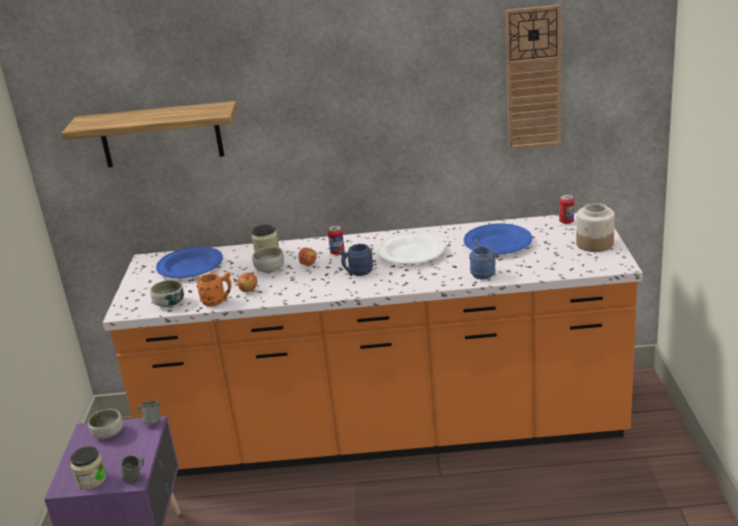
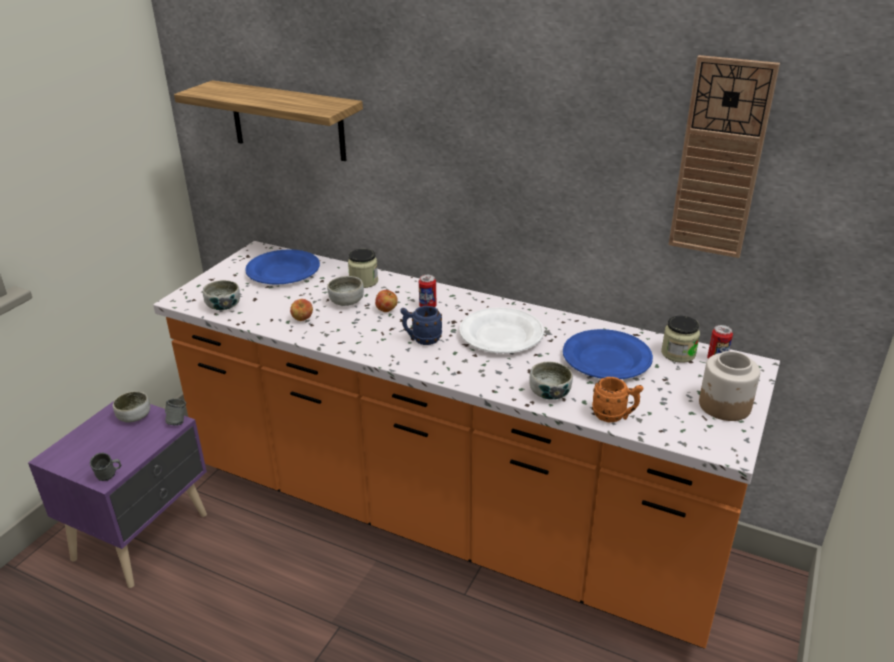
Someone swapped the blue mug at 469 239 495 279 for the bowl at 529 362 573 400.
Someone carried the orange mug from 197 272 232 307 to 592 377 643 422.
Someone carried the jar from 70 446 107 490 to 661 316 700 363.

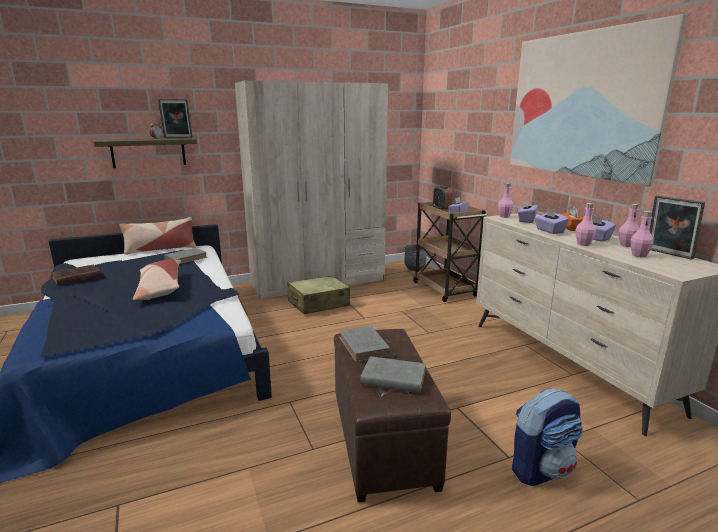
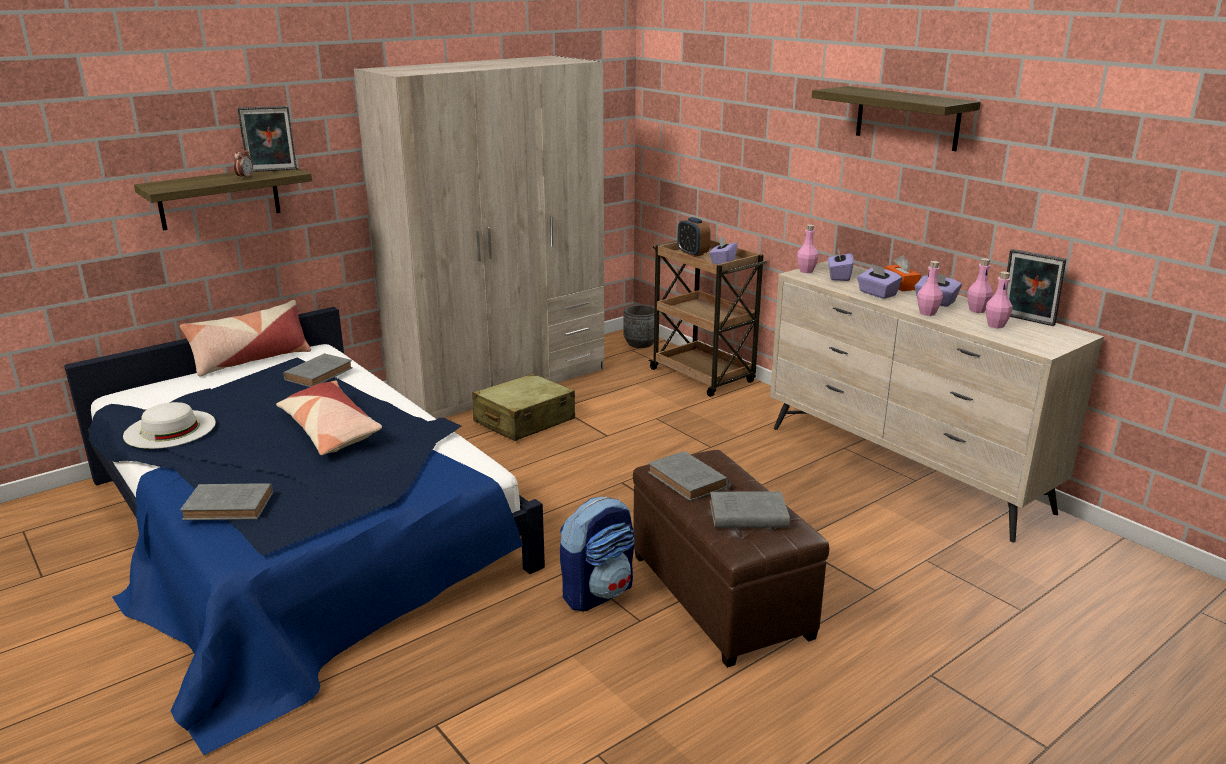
Someone swapped the picture at 510 14 687 186 for the shelf at 812 86 981 151.
Someone swapped the brown book at 51 264 101 285 for the white hat at 123 402 216 449.
Someone carried the backpack from 512 388 583 486 to 560 497 635 611.
Someone put down the grey book at 180 483 273 520.

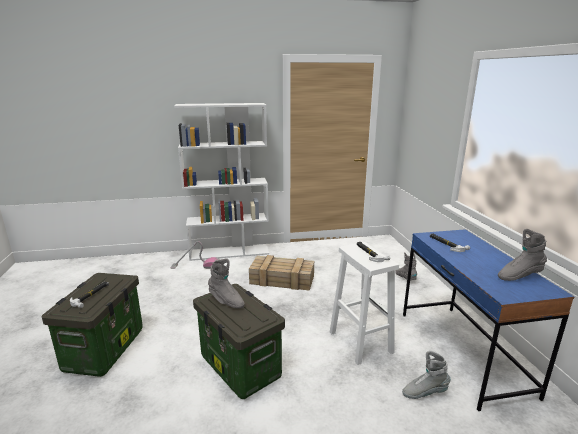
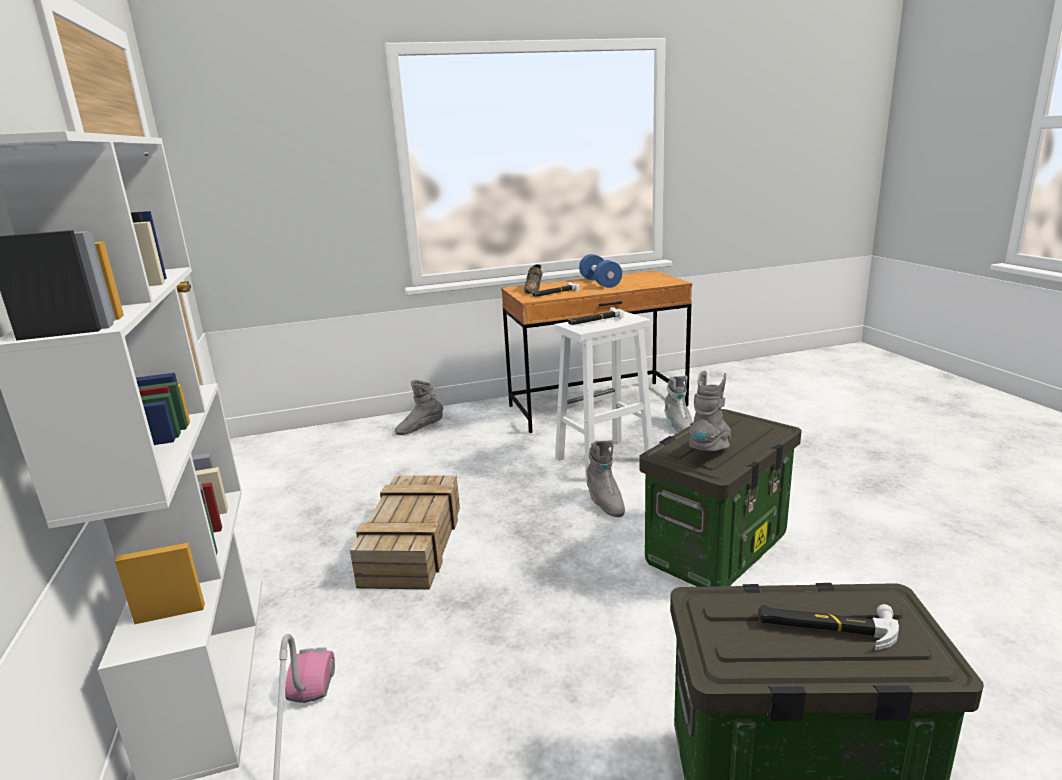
Someone repainted the blue desk at 403 229 574 411, which became the brown desk at 501 271 692 433.
Someone carried the grey boot from 498 229 547 281 to 587 440 625 517.
Someone put down the blue dumbbell at 579 254 622 288.
Someone put down the brown shoe at 524 264 543 294.

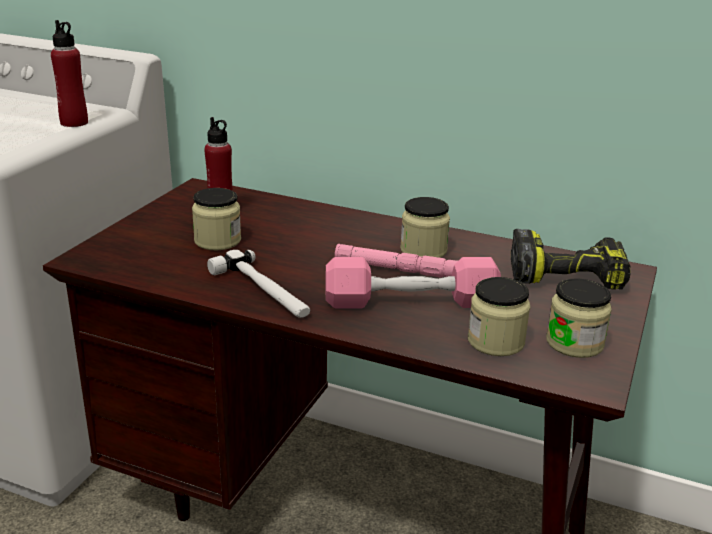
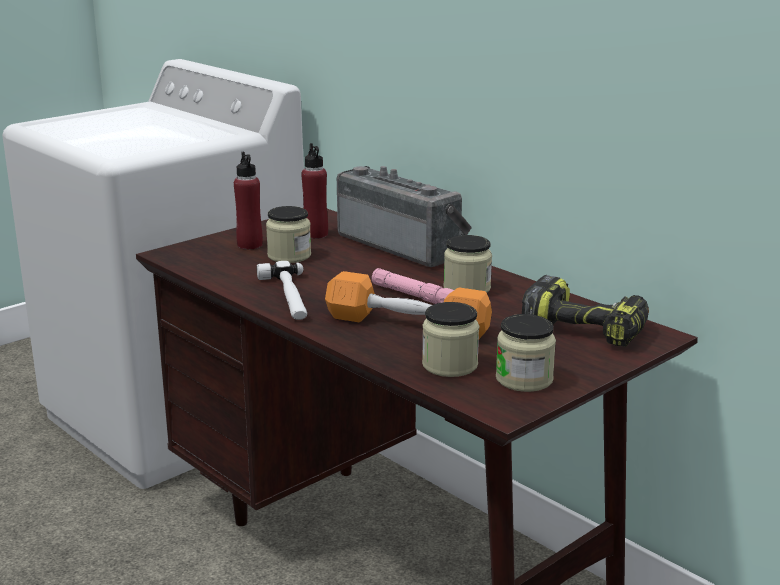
Someone carried the red bottle from 51 20 88 127 to 234 152 263 249.
Someone repainted the pink dumbbell at 326 257 501 308, which became the orange dumbbell at 325 271 492 339.
Someone put down the radio at 337 166 472 267.

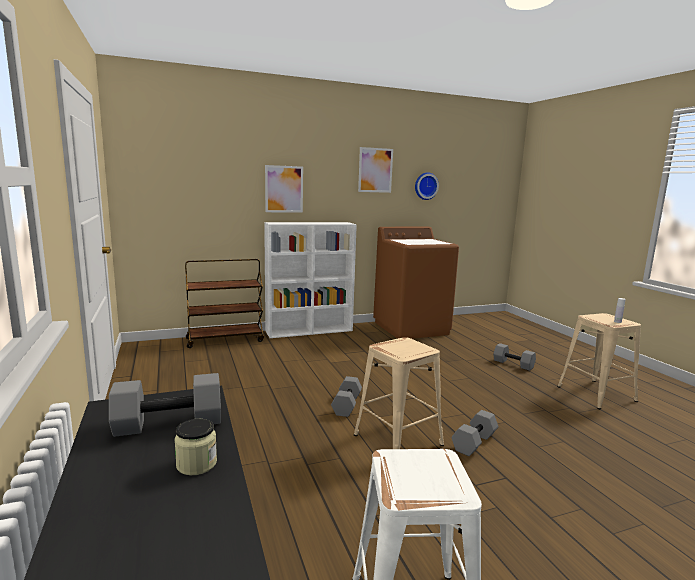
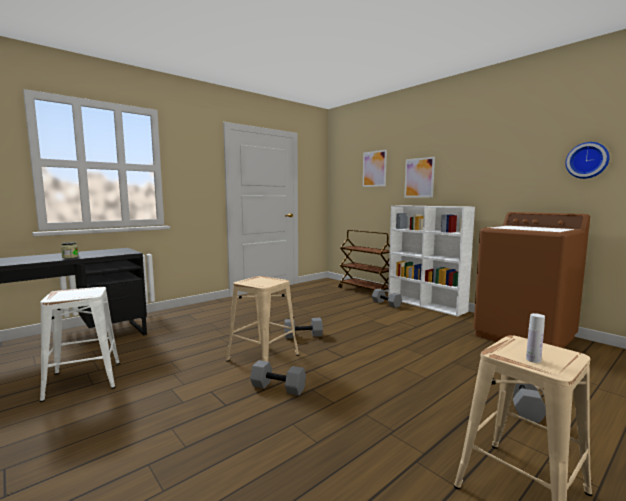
Someone carried the picture from 358 147 393 193 to 363 150 387 187.
Someone carried the grey dumbbell from 109 373 221 437 to 372 289 402 308.

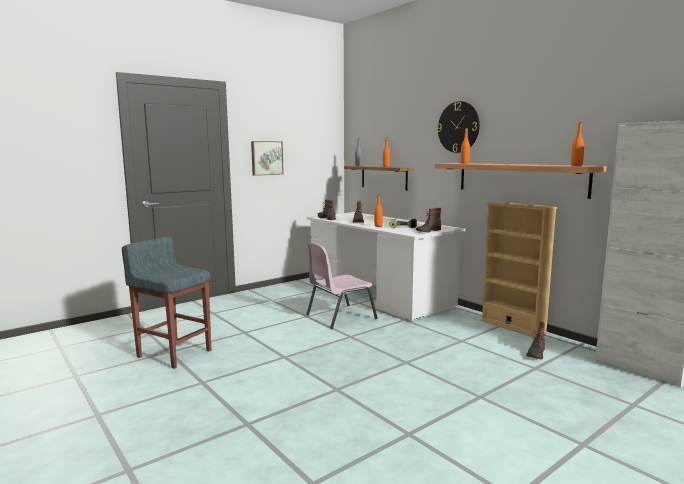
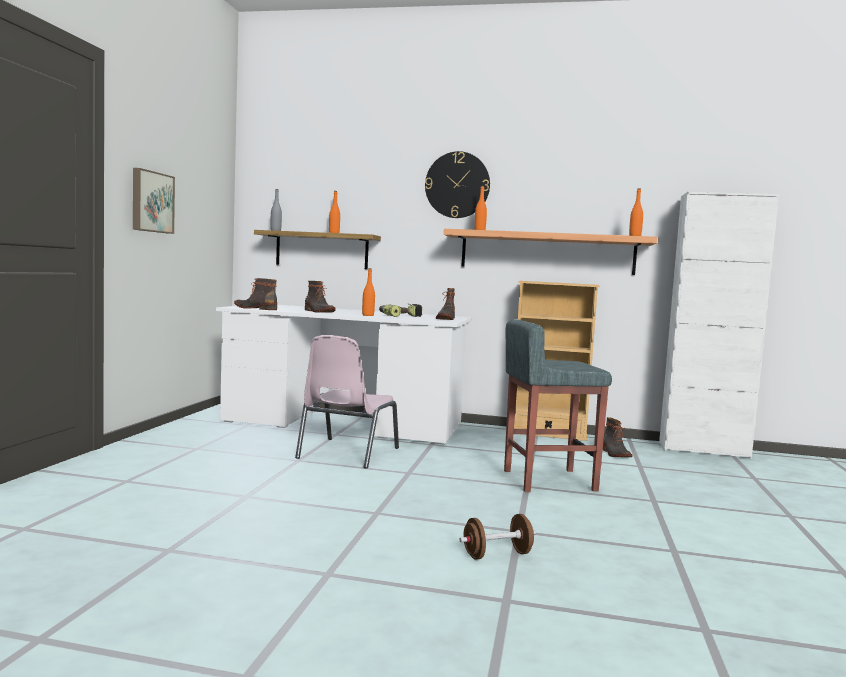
Someone carried the grey stool from 122 237 211 369 to 504 319 612 492.
Someone put down the brown dumbbell at 459 514 536 560.

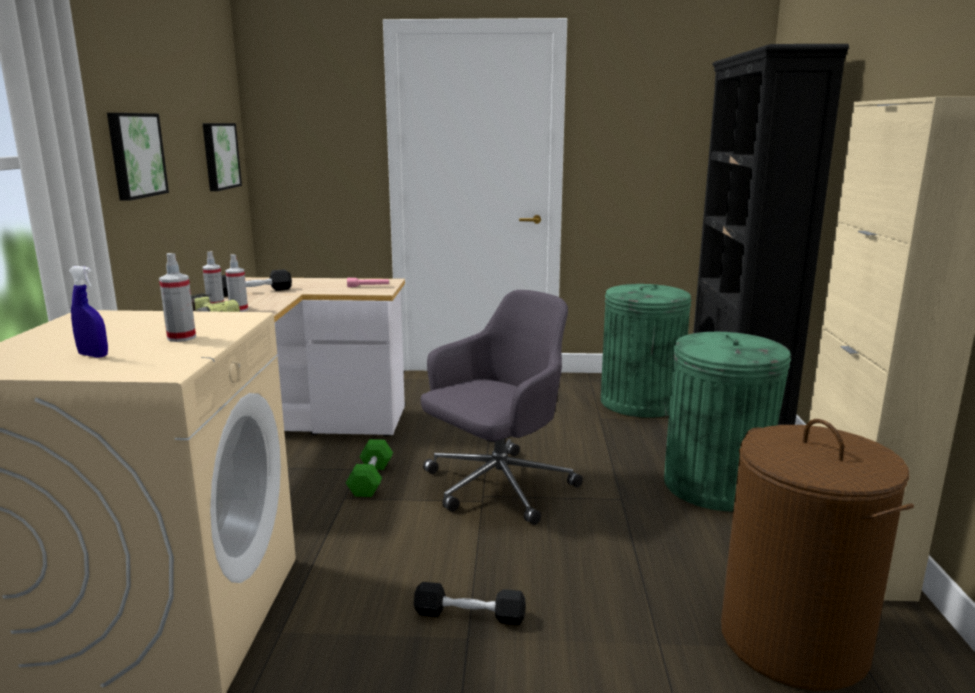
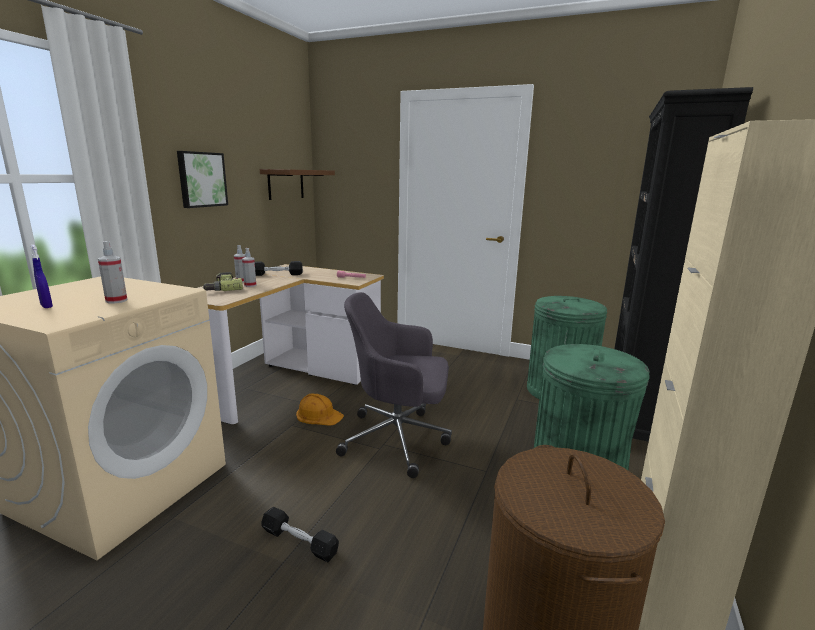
Someone swapped the picture at 202 123 242 191 for the brown shelf at 260 169 335 200.
Someone rotated the grey office chair at 420 290 583 525 by 150 degrees counterclockwise.
Someone swapped the green dumbbell at 346 439 393 497 for the orange hard hat at 296 393 344 426.

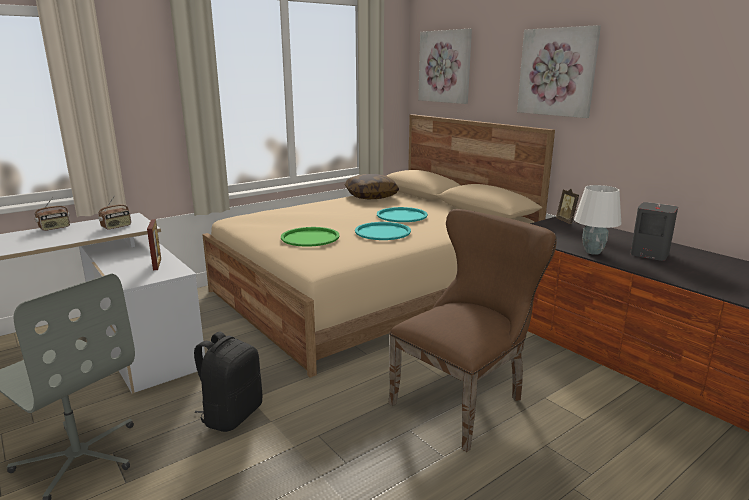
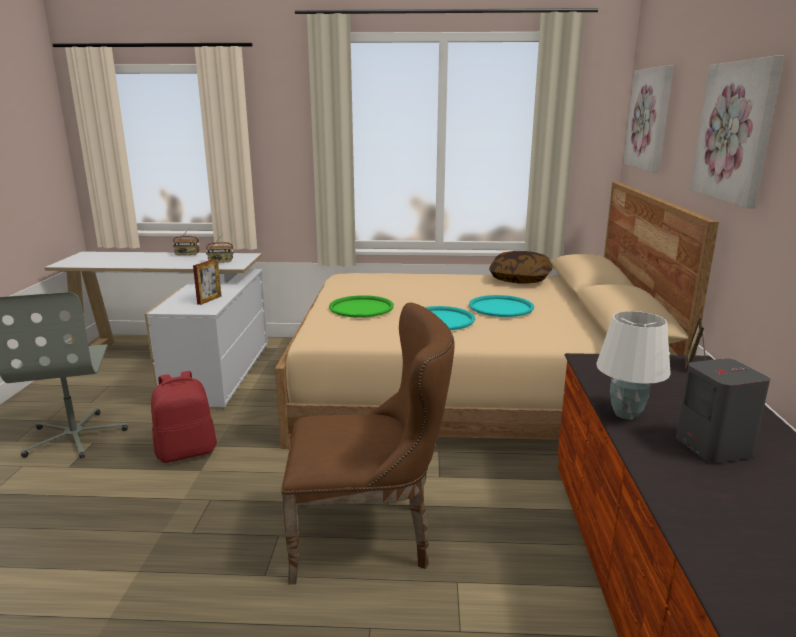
Someone repainted the black backpack at 194 332 262 432, which became the red backpack at 151 371 217 463.

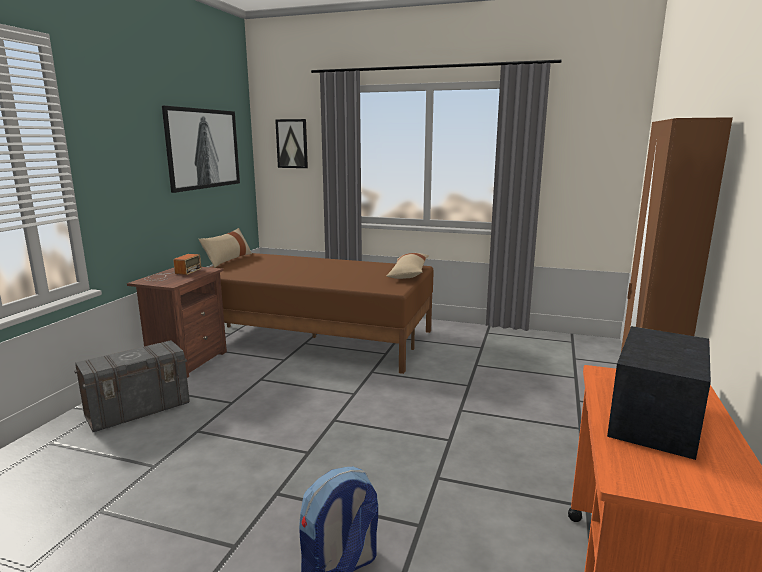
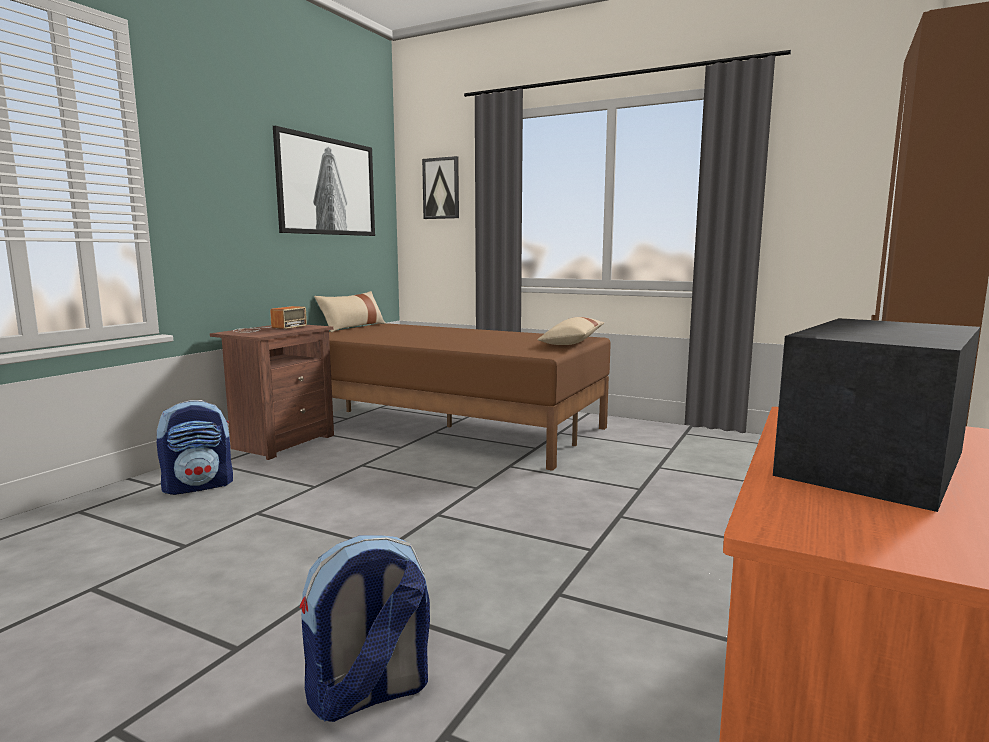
Someone swapped the grey storage box at 74 340 190 432 for the backpack at 156 400 233 495.

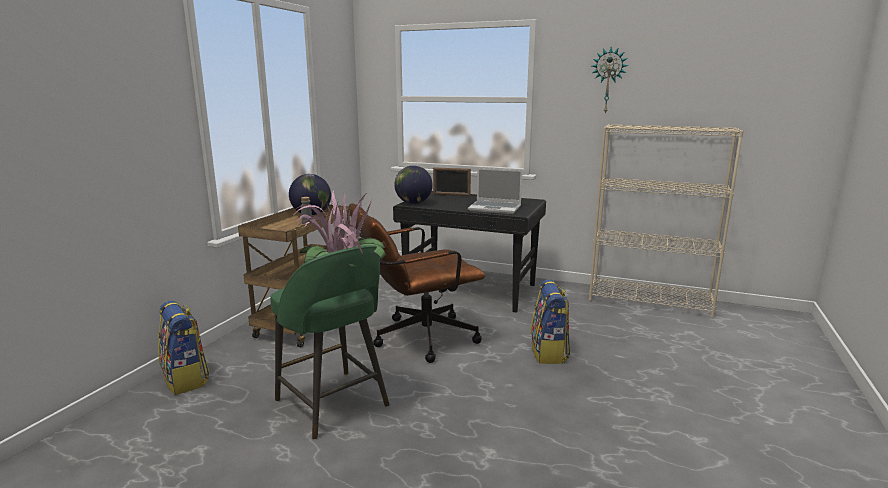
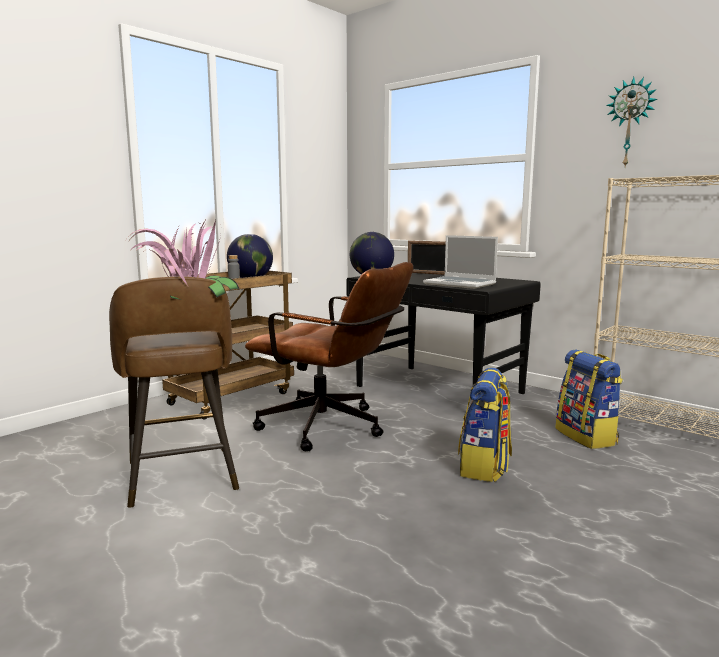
Someone rotated the brown office chair at 348 204 485 363 by 150 degrees counterclockwise.
Someone repainted the green stool at 270 245 390 439, which became the brown stool at 109 276 239 508.
Someone carried the backpack from 158 301 210 395 to 555 349 623 449.

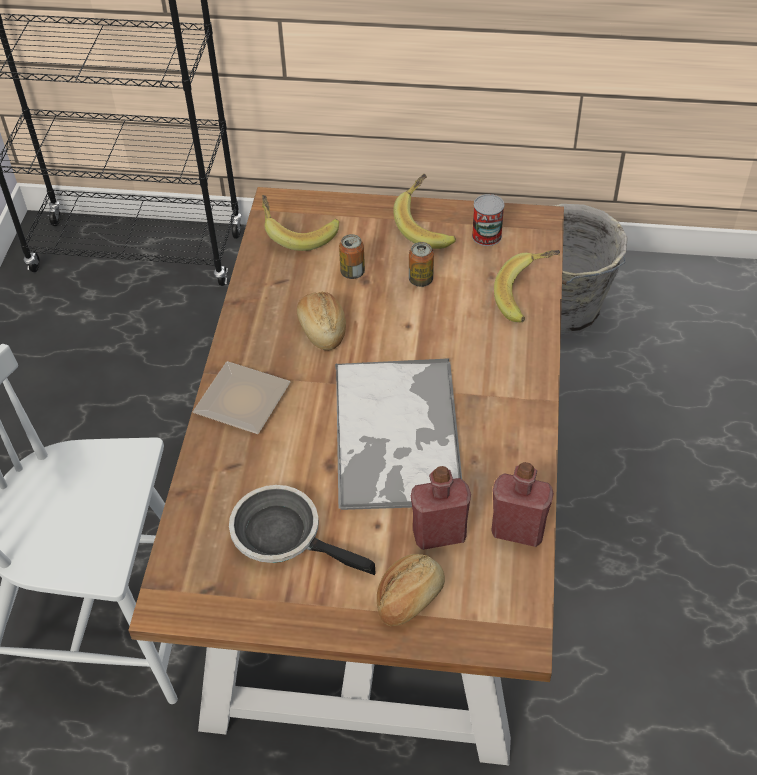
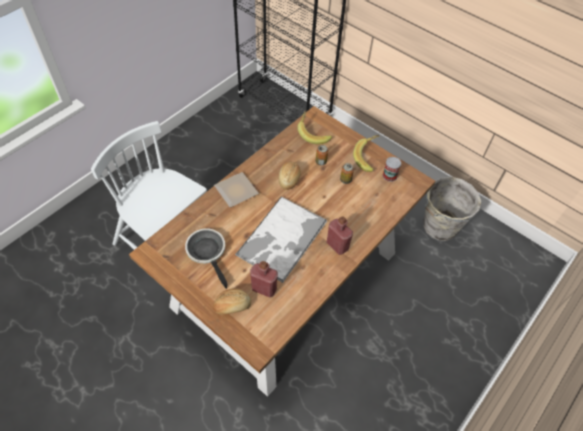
Someone took away the banana at 494 250 560 323.
Someone carried the red bottle from 491 462 554 547 to 326 216 353 255.

